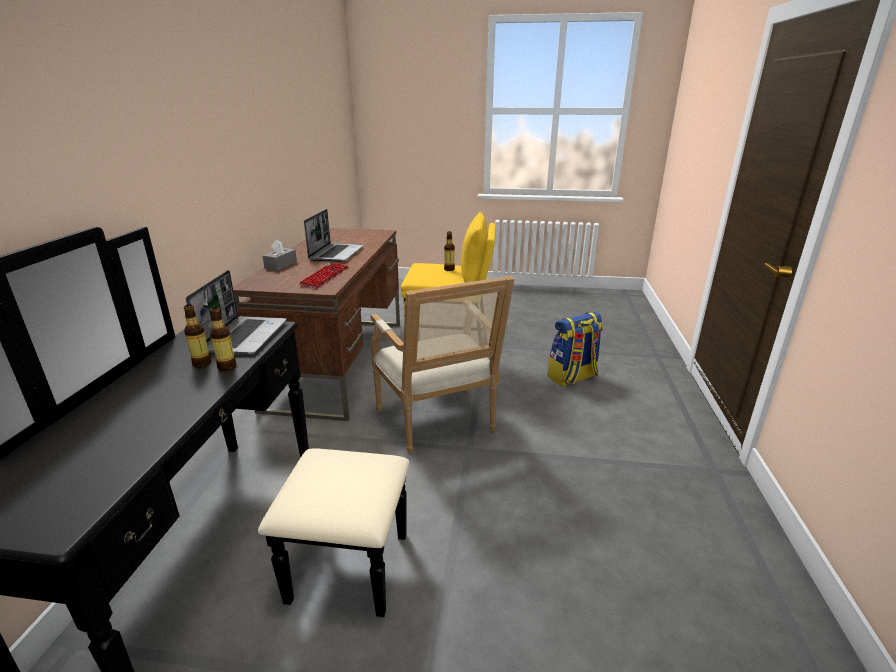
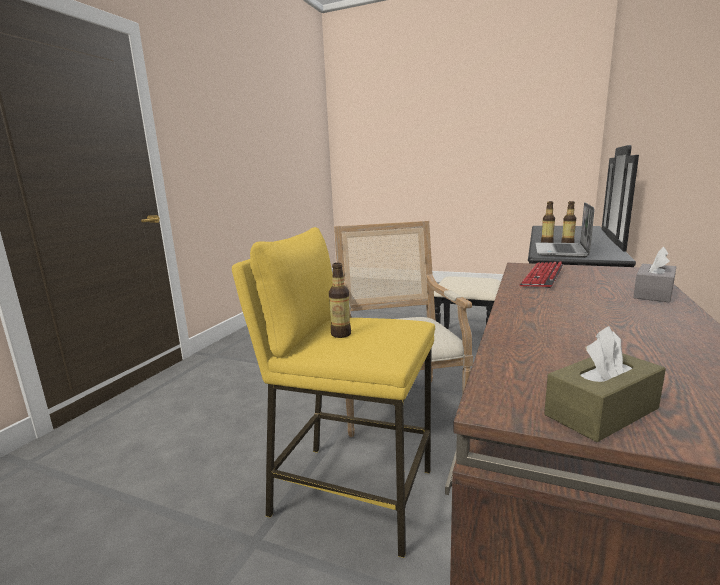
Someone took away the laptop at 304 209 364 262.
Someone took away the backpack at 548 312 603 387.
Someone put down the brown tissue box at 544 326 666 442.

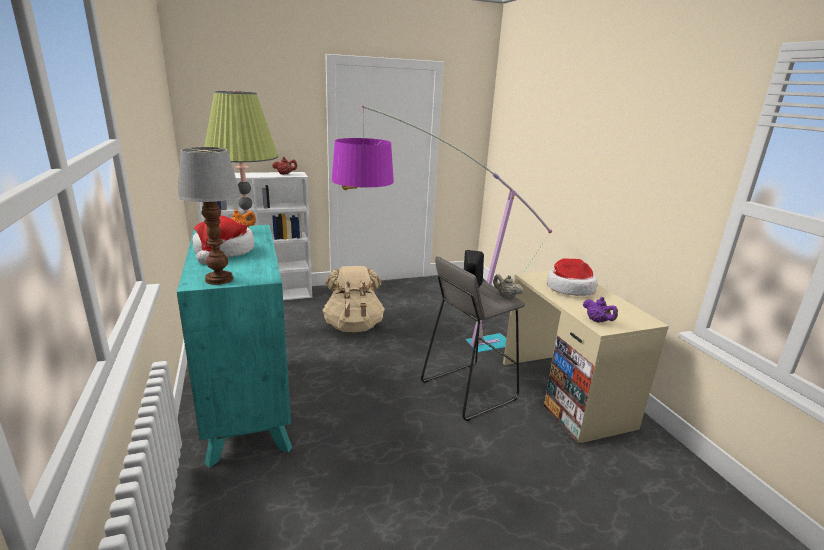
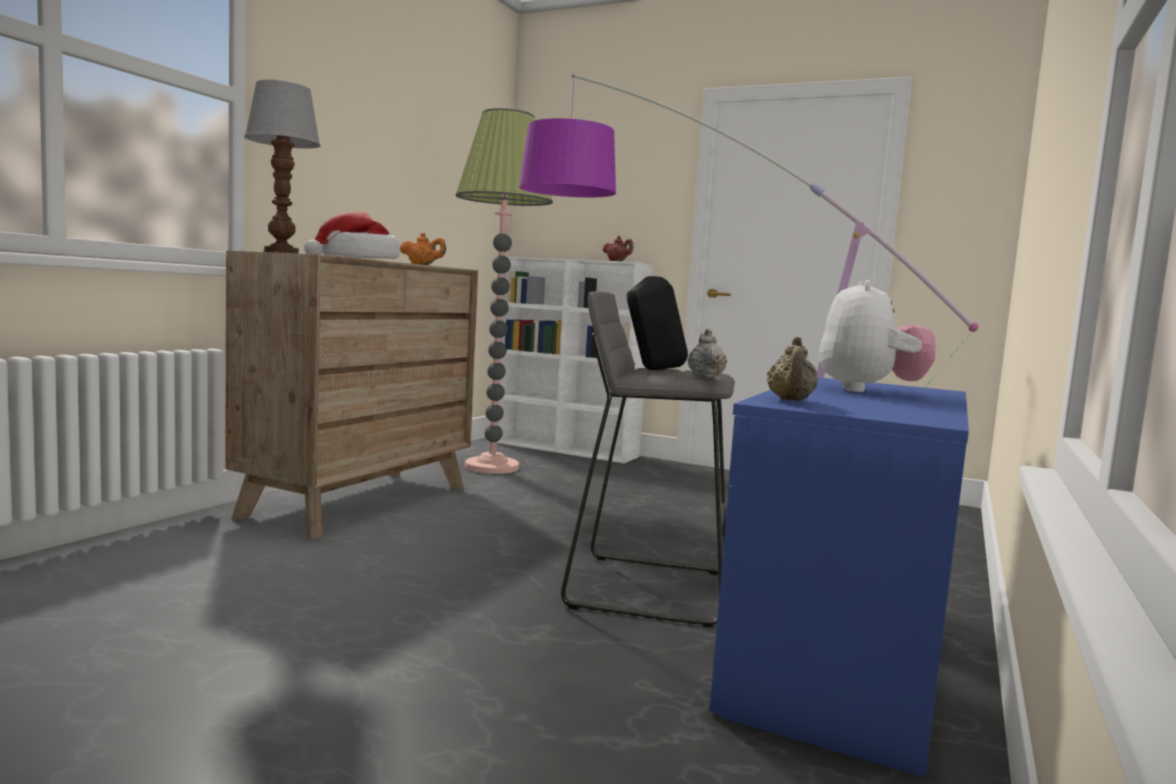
Someone repainted the turquoise dresser at 177 225 292 468, which became the brown dresser at 225 250 478 539.
Someone swapped the hat at 547 258 598 296 for the plush toy at 819 280 936 392.
Someone took away the beige backpack at 322 266 385 332.
Someone repainted the beige desk at 503 271 669 443, which became the blue desk at 710 377 969 777.
Someone repainted the purple teapot at 583 297 618 323, which became the beige teapot at 767 337 818 401.

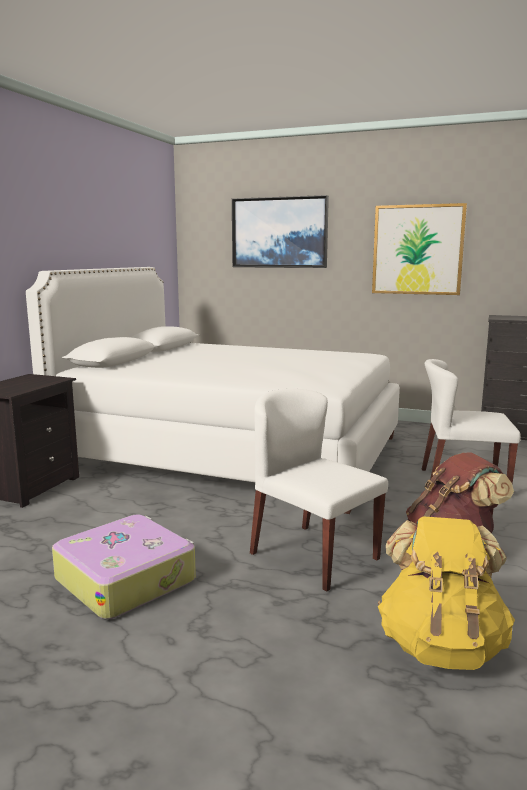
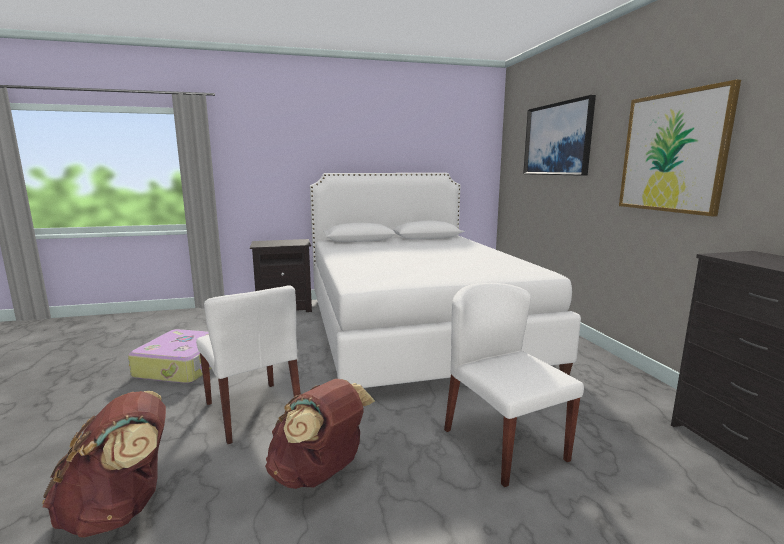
Someone rotated the white chair at 250 389 388 592 by 135 degrees clockwise.
Someone repainted the yellow backpack at 378 516 515 670, which became the brown backpack at 42 391 166 537.

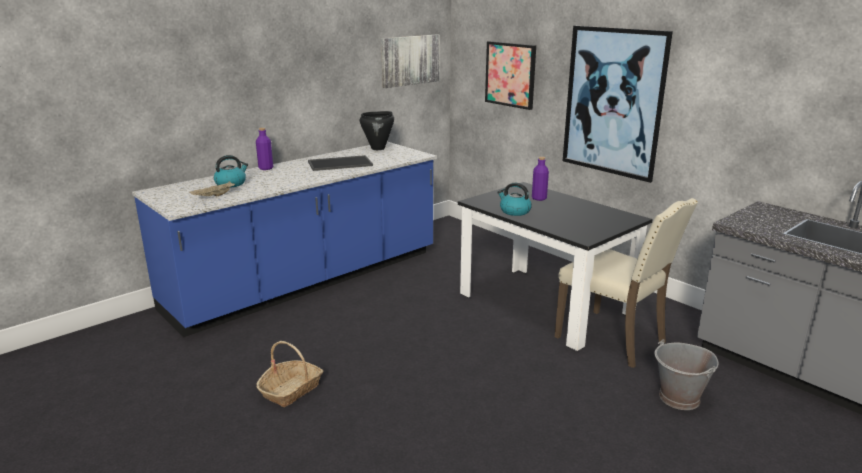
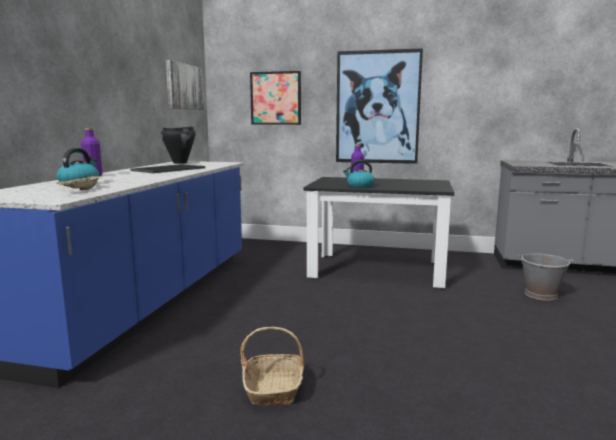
Someone took away the beige chair at 555 198 698 368.

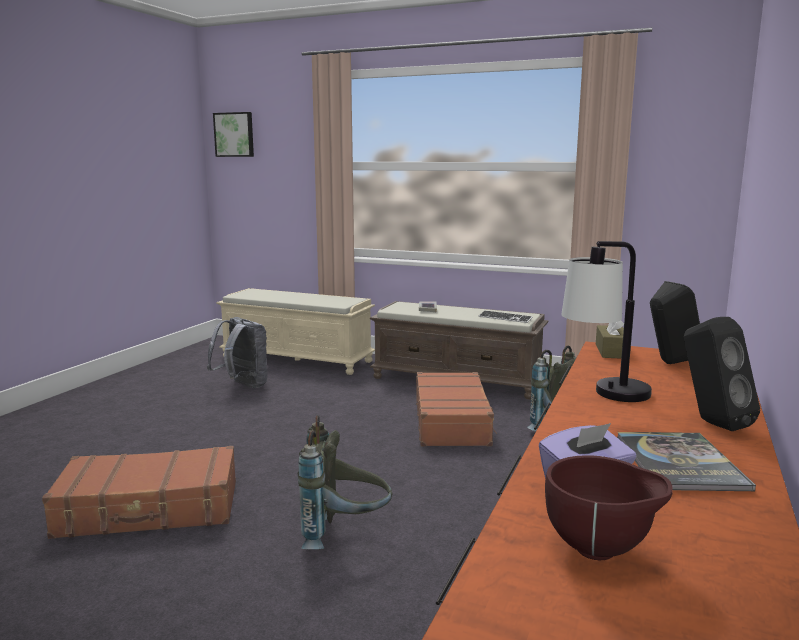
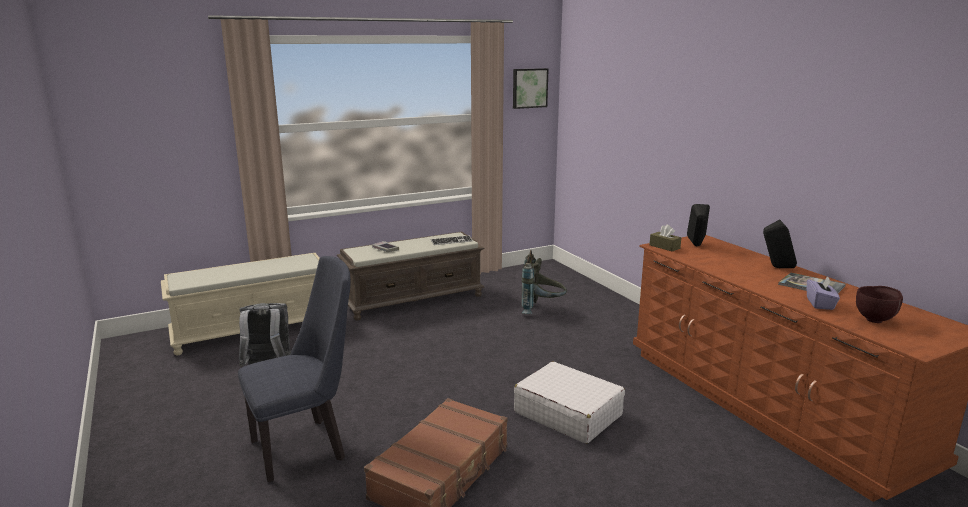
Someone carried the picture from 213 112 254 157 to 513 68 549 109.
Someone took away the table lamp at 561 241 652 402.
Someone took away the brown suitcase at 416 372 497 446.
Someone swapped the grey backpack at 298 415 393 549 for the white suitcase at 514 362 625 444.
Someone put down the blue chair at 238 256 350 482.

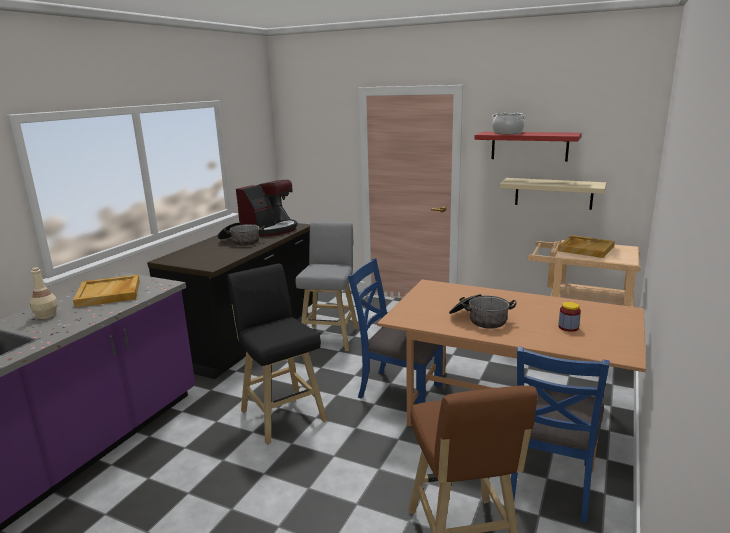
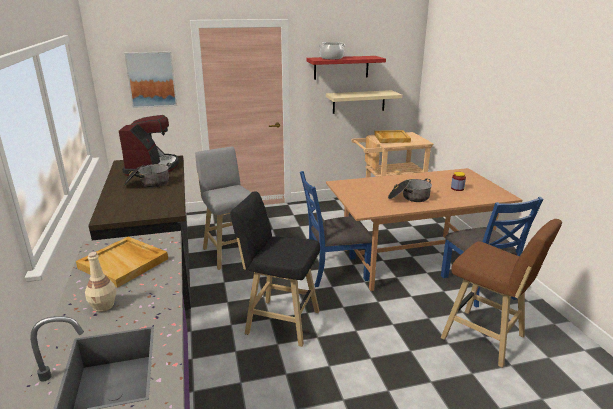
Someone put up the picture at 124 51 177 108.

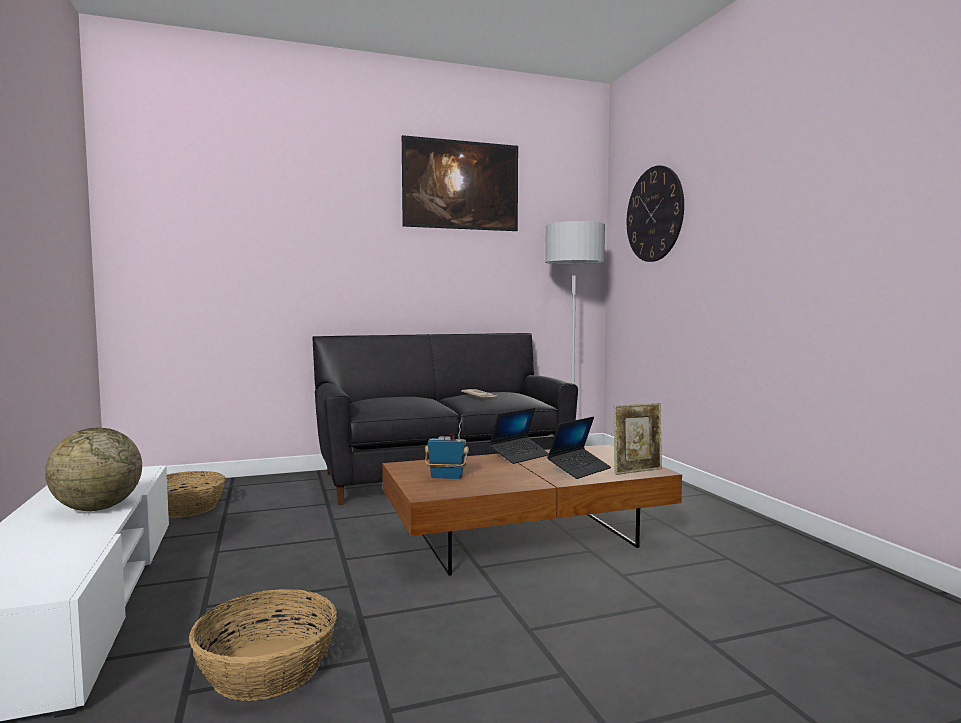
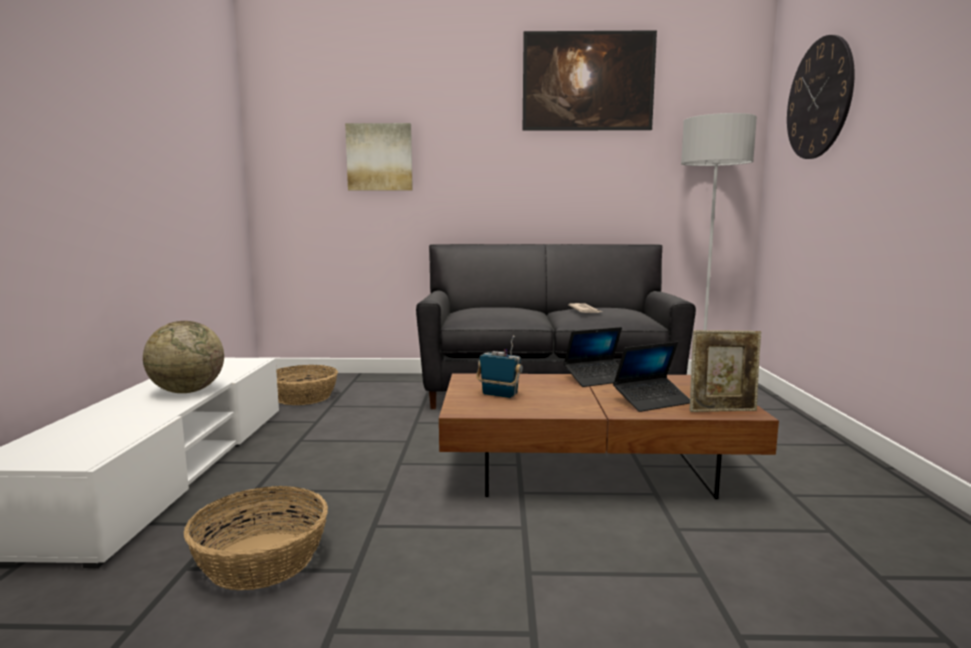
Someone put up the picture at 345 123 413 191.

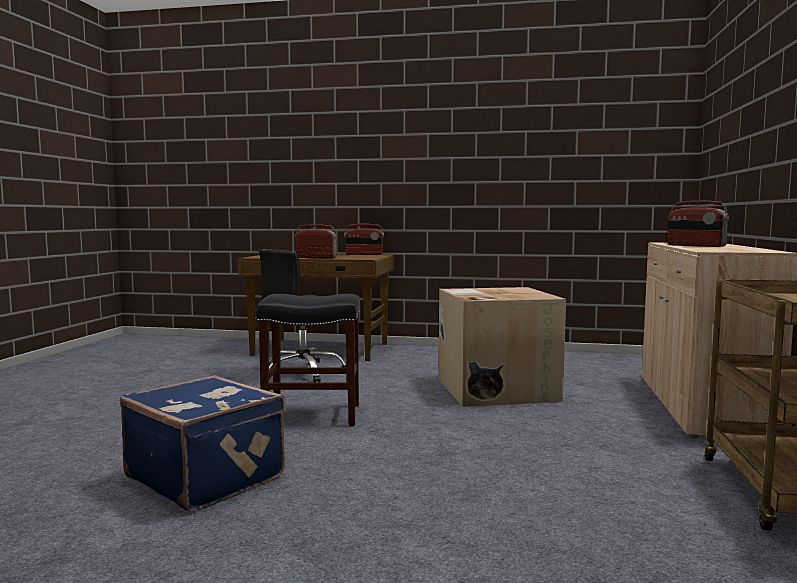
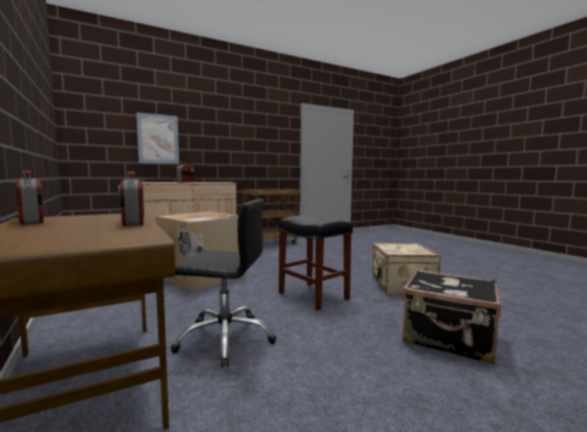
Someone repainted the blue suitcase at 120 375 286 512, which became the beige suitcase at 372 243 441 295.
Someone put up the picture at 136 112 179 164.
Someone put down the black suitcase at 403 269 501 364.

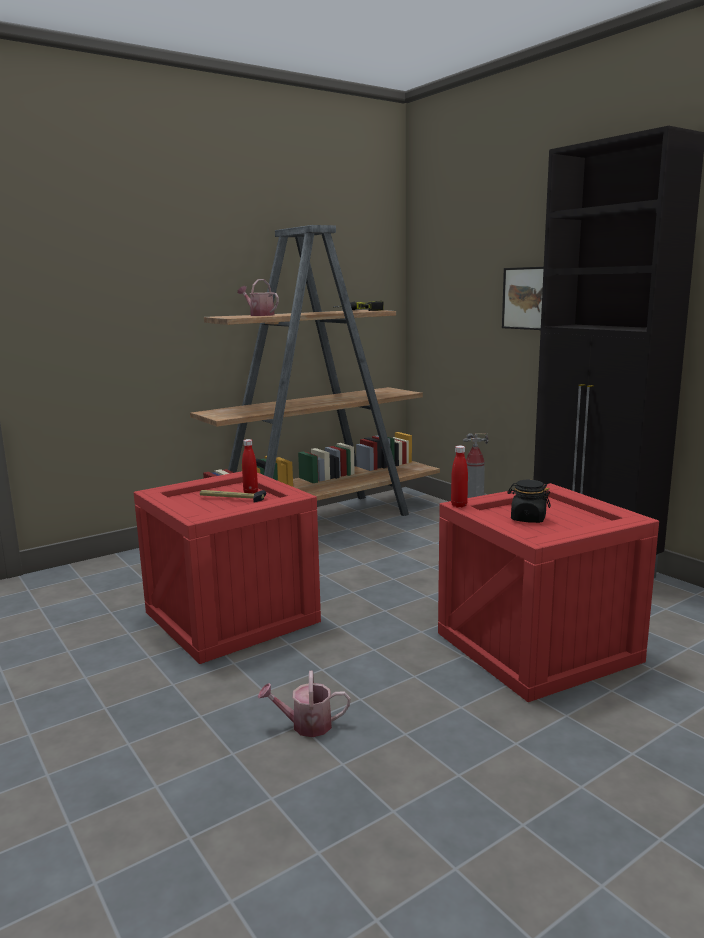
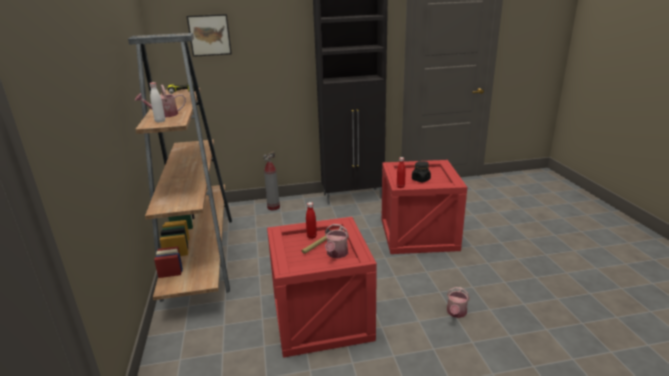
Someone carried the picture from 502 267 544 330 to 187 14 232 57.
Someone put down the white bottle at 149 82 165 123.
Someone put down the watering can at 325 224 349 258.

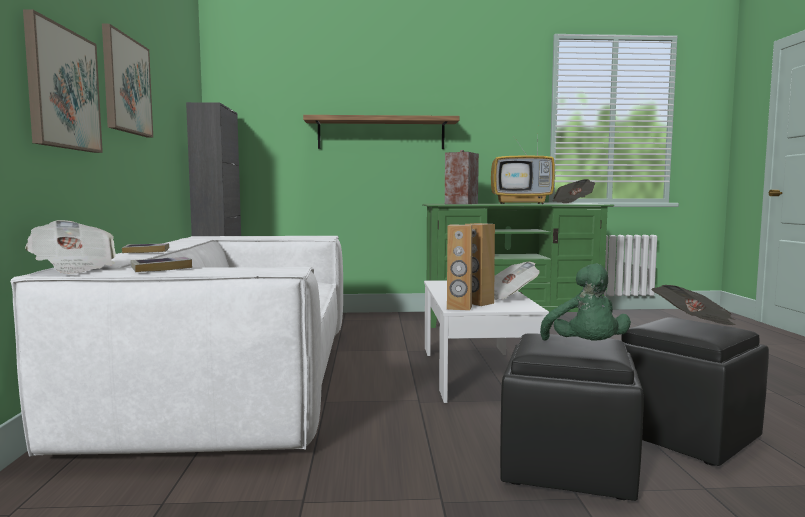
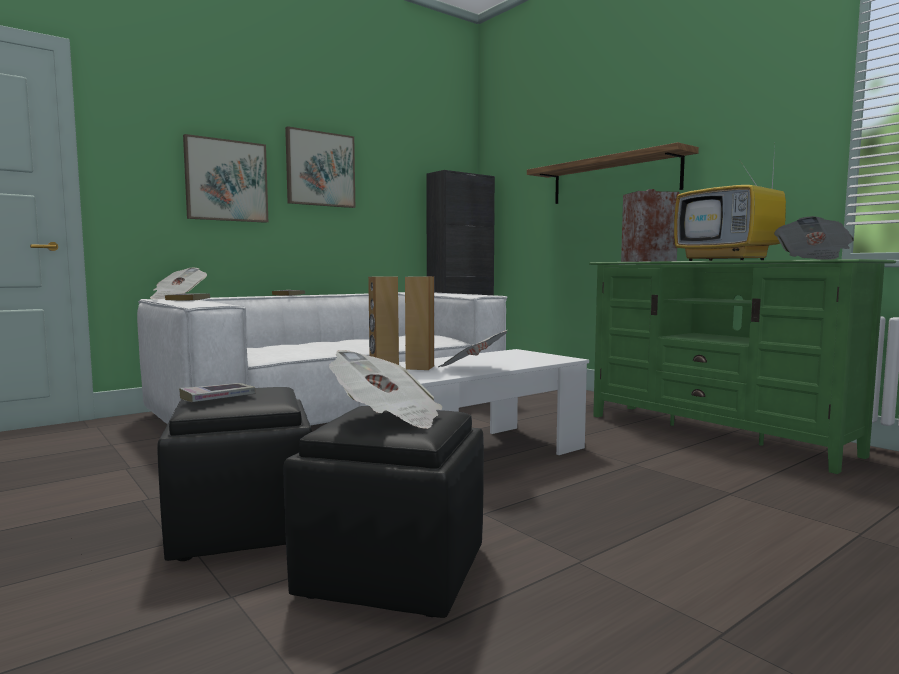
Someone swapped the green plush toy at 540 263 631 341 for the book at 179 383 255 402.

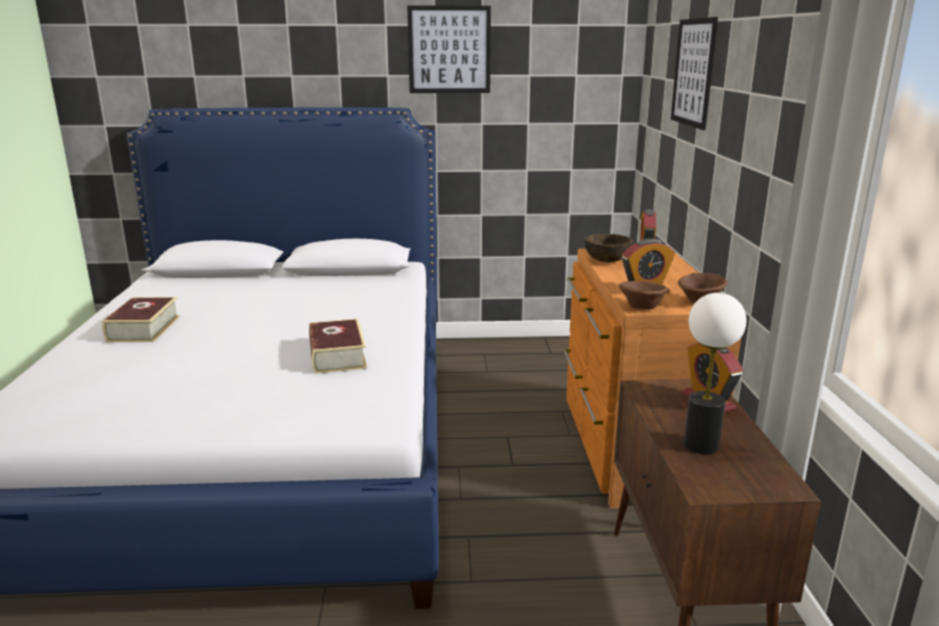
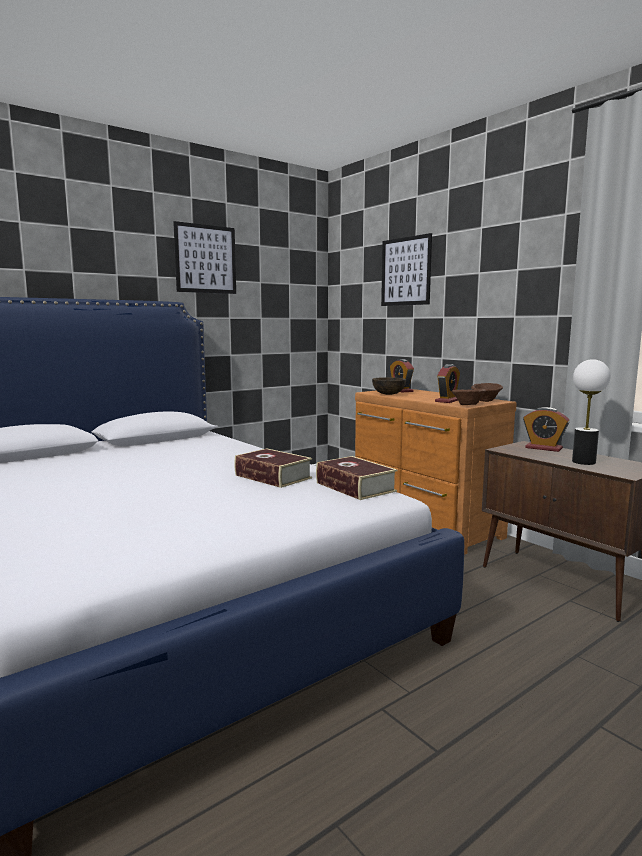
Someone carried the book from 102 297 180 342 to 316 456 398 500.

